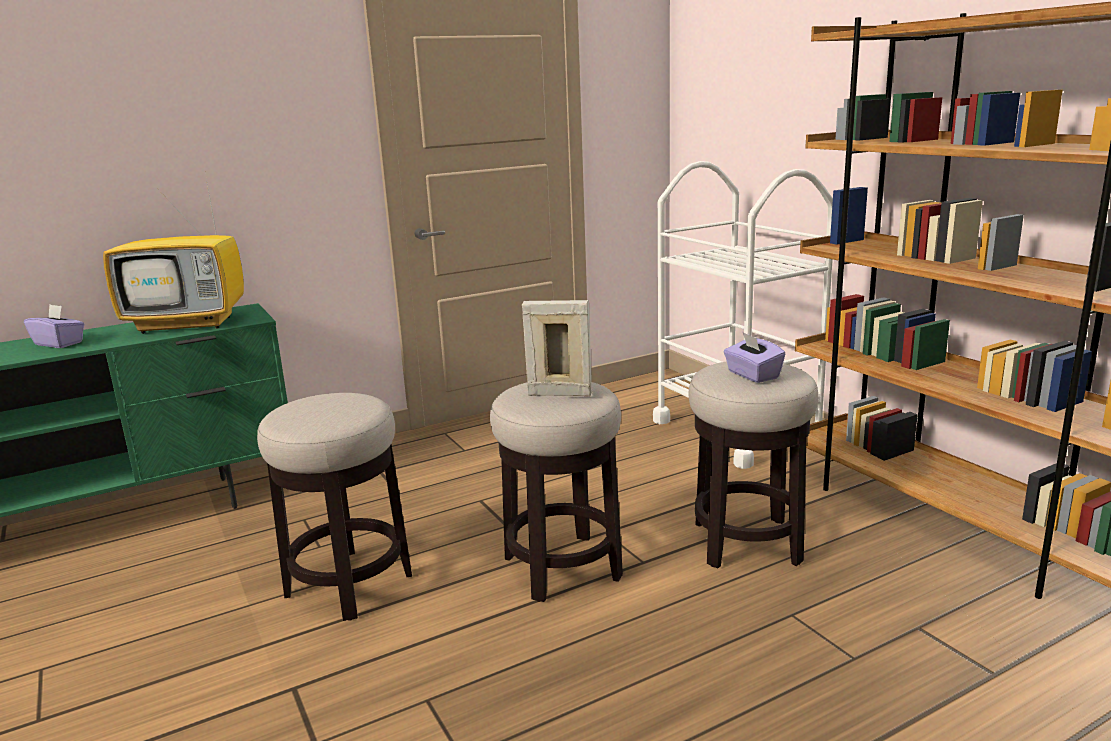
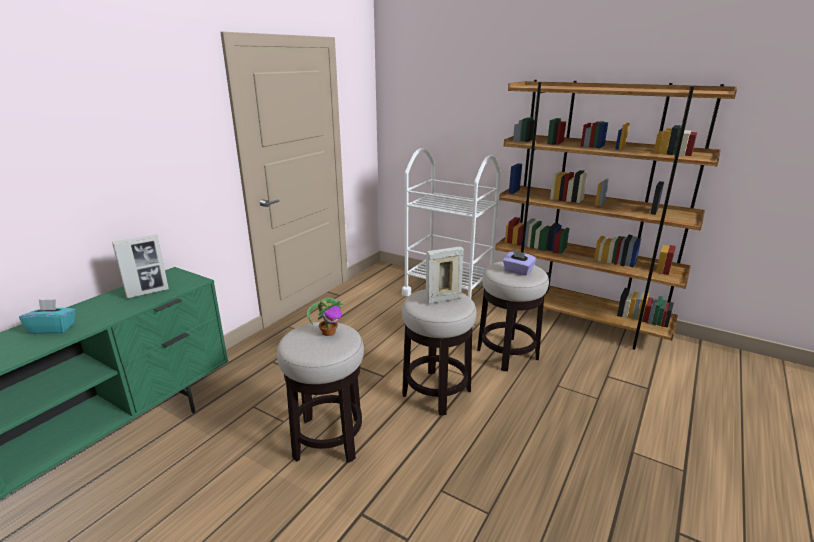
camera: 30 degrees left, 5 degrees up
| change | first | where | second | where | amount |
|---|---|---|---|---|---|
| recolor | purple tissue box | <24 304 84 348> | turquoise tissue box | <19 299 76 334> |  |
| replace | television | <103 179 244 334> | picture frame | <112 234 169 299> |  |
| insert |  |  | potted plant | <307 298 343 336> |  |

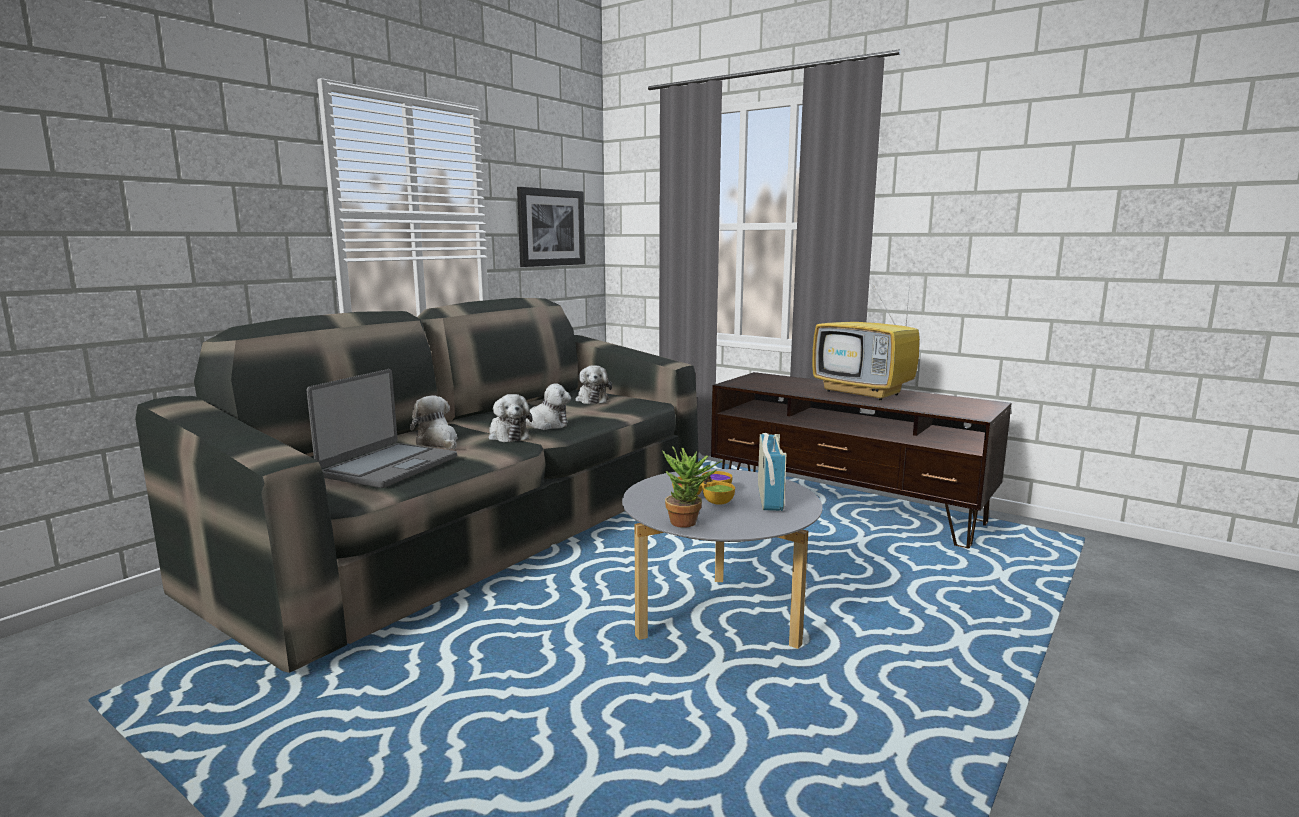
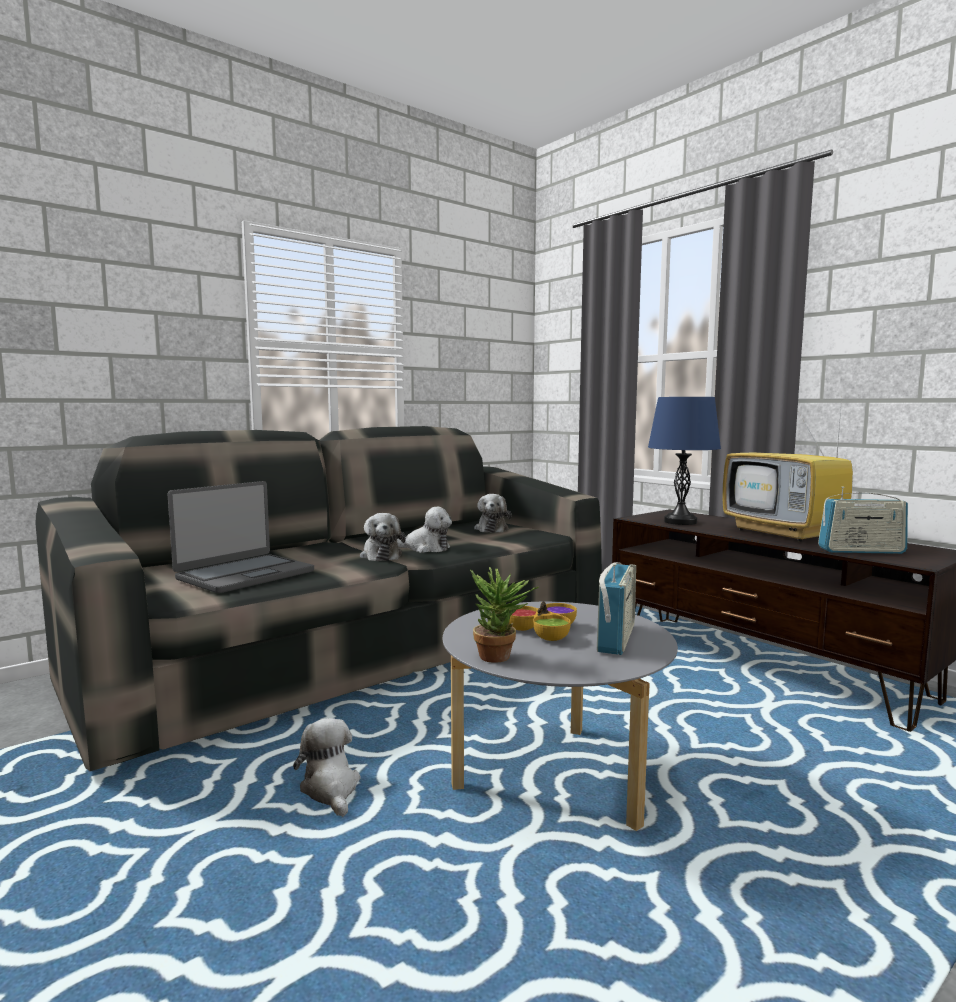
camera: 15 degrees right, 5 degrees down
| change | first | where | second | where | amount |
|---|---|---|---|---|---|
| move | plush toy | <410 395 457 449> |  | <293 718 361 817> |  |
| insert |  |  | blue table lamp | <648 397 721 525> |  |
| insert |  |  | radio | <818 487 908 554> |  |
| delete | picture | <517 187 585 267> |  |  |  |

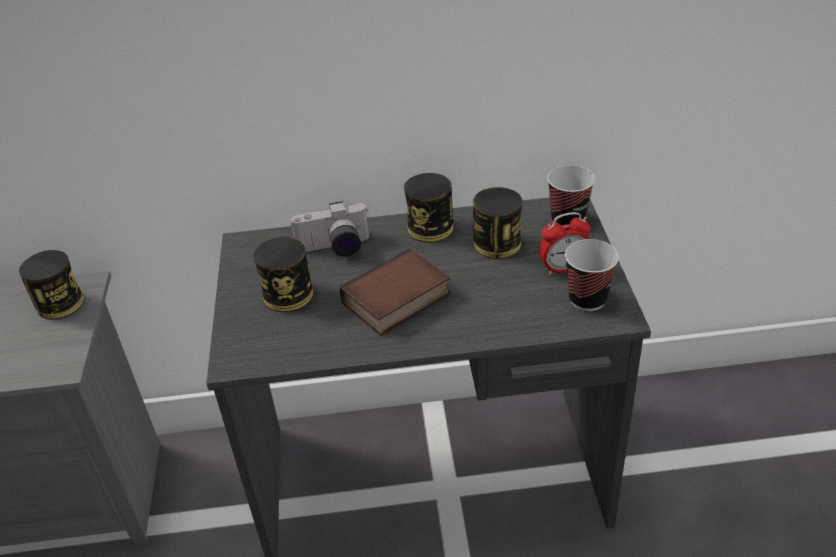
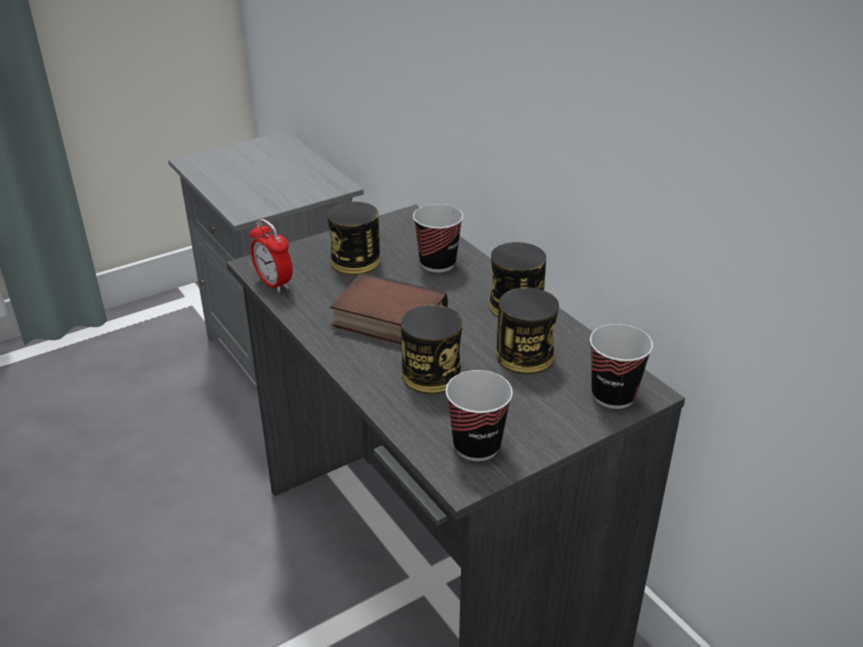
camera: 60 degrees right, 5 degrees down
| change | first | where | second | where | amount |
|---|---|---|---|---|---|
| move | alarm clock | <539 212 591 275> |  | <250 219 293 292> |  |
| move | can | <19 250 84 320> |  | <401 305 463 394> |  |
| replace | photo camera | <291 201 369 257> | cup | <413 204 463 272> |  |

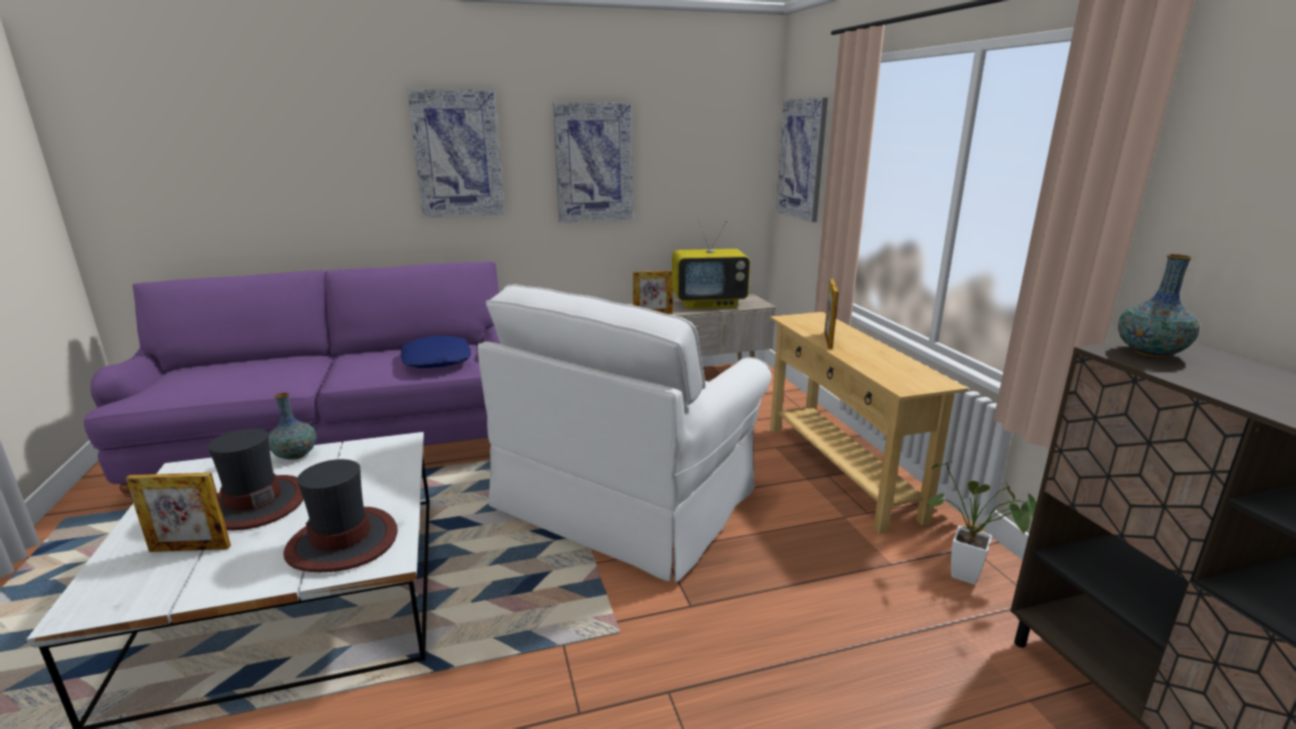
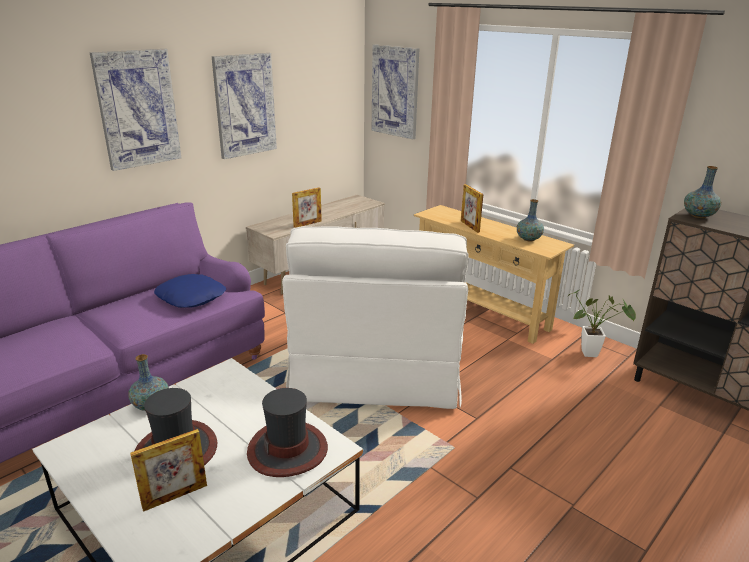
camera: 30 degrees left, 5 degrees up
| change | first | where | second | where | amount |
|---|---|---|---|---|---|
| insert |  |  | vase | <517 199 544 242> |  |
| delete | television | <672 220 750 309> |  |  |  |

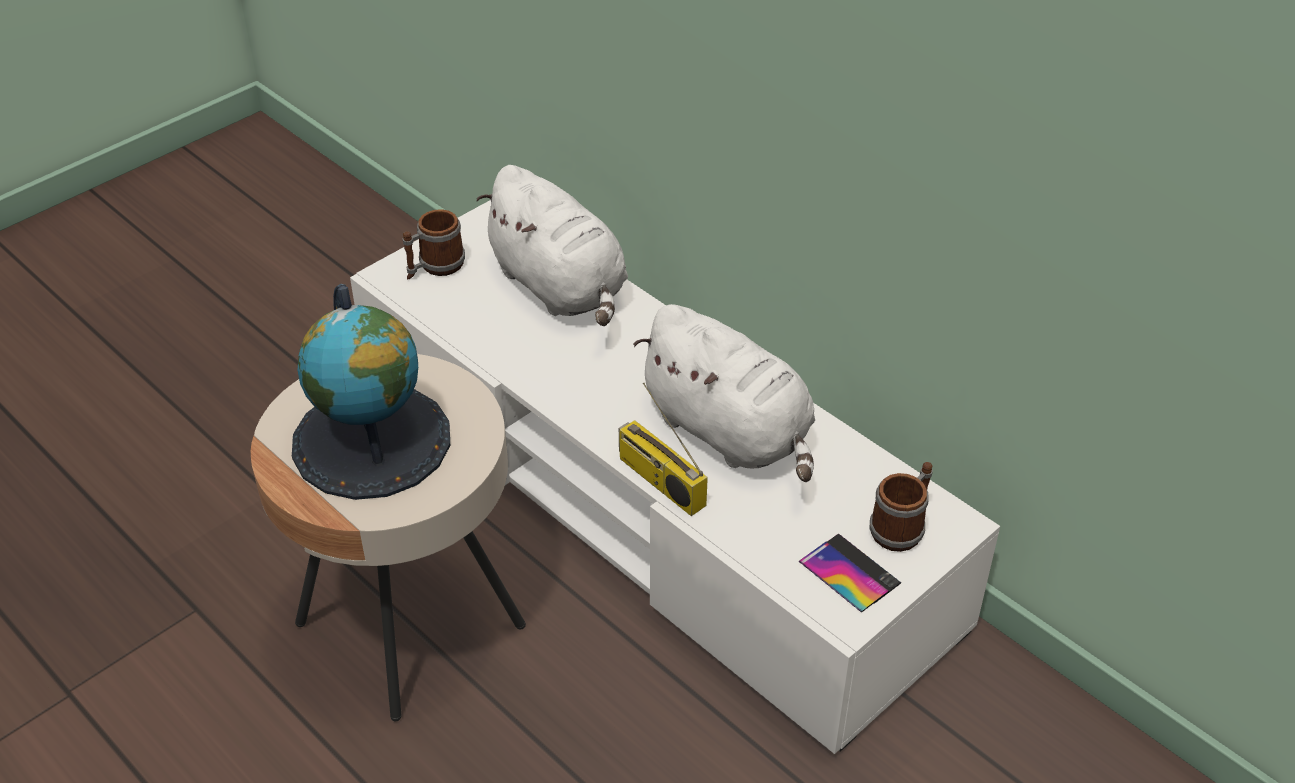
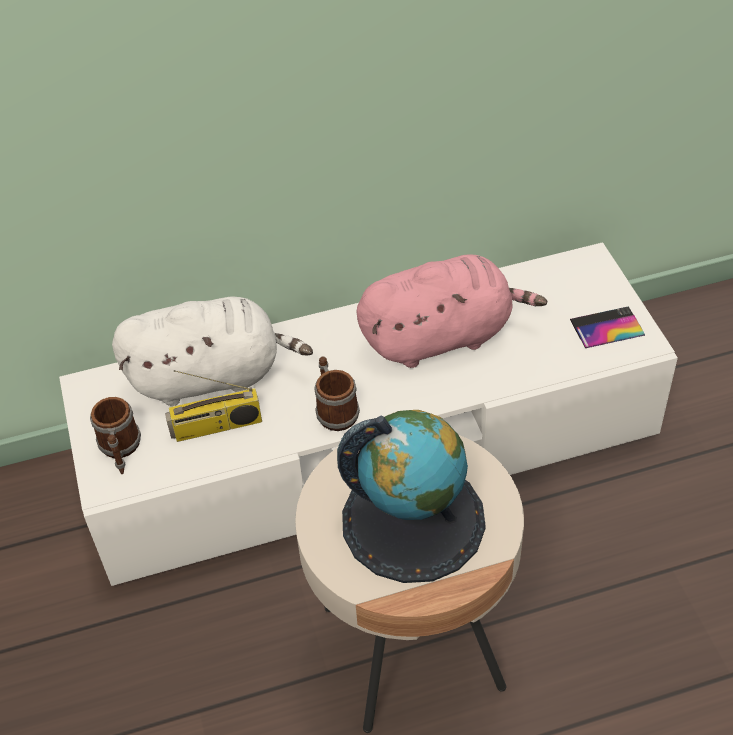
camera: 60 degrees left, 5 degrees up
| change | first | where | second | where | amount |
|---|---|---|---|---|---|
| move | radio | <619 383 708 516> |  | <165 370 262 442> |  |
| move | mug | <870 462 933 552> |  | <315 357 360 431> |  |
| recolor | white plush toy | <634 304 815 482> | pink plush toy | <356 255 547 368> |  |

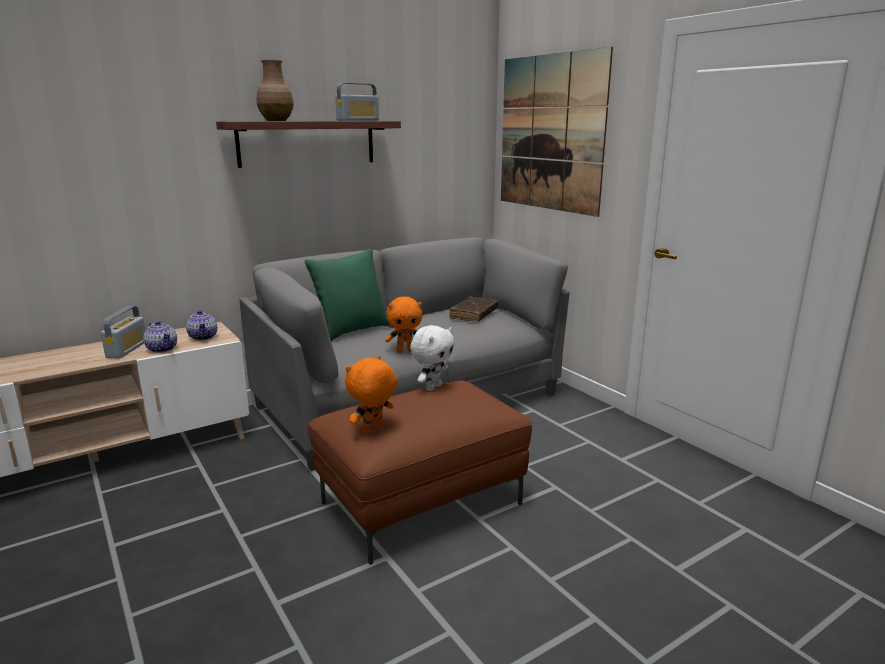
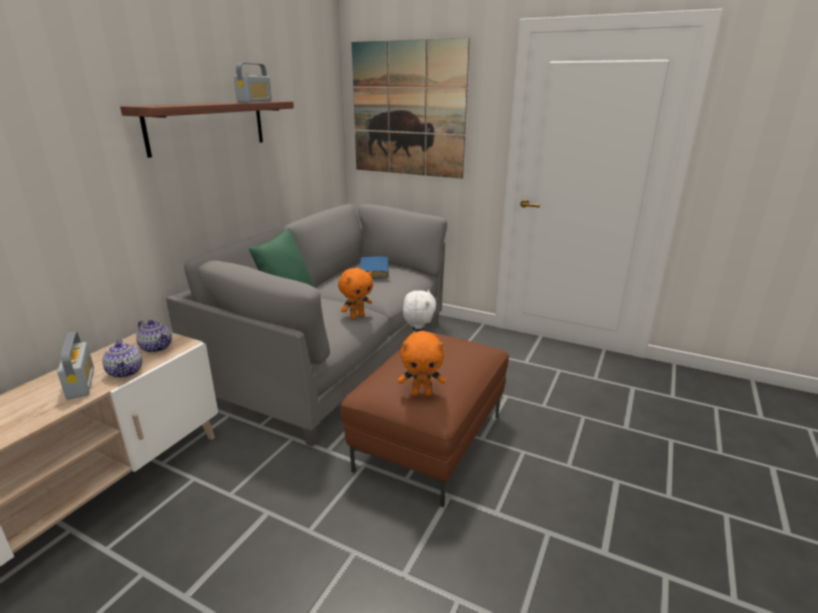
camera: 30 degrees left, 5 degrees up
| change | first | where | second | where | amount |
|---|---|---|---|---|---|
| rotate | teapot | <143 321 177 353> |  | <102 339 143 378> | 45 degrees clockwise |
| recolor | brown book | <449 297 498 322> | blue book | <359 256 389 279> |  |
| rotate | orange plush toy | <345 356 397 433> |  | <398 331 446 396> | 105 degrees counterclockwise |
| delete | brown vase | <257 60 294 121> |  |  |  |

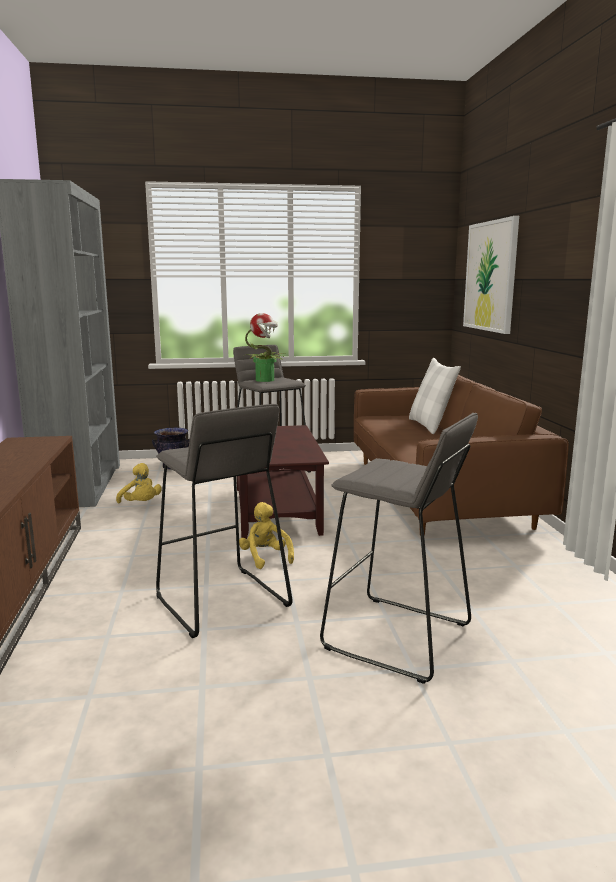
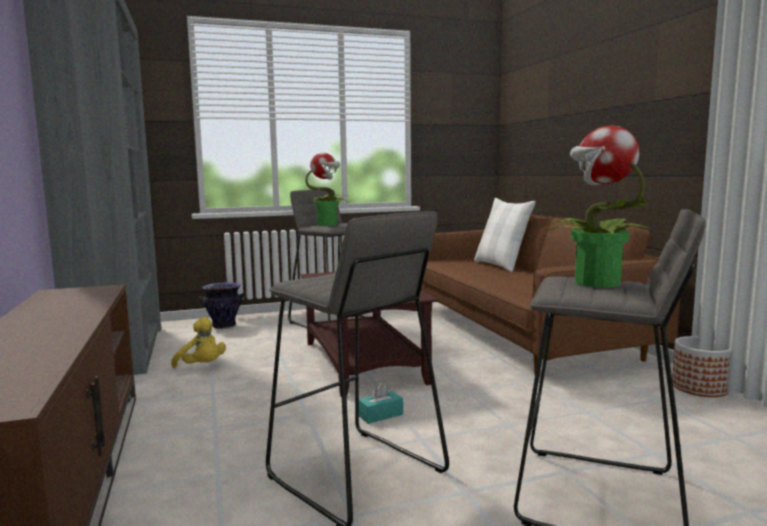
camera: 10 degrees left, 5 degrees down
| change | first | where | second | where | amount |
|---|---|---|---|---|---|
| replace | yellow plush toy | <239 502 294 569> | turquoise tissue box | <359 383 403 424> |  |
| insert |  |  | potted plant | <548 126 650 288> |  |
| insert |  |  | planter | <672 336 730 397> |  |
| delete | picture | <463 216 519 334> |  |  |  |

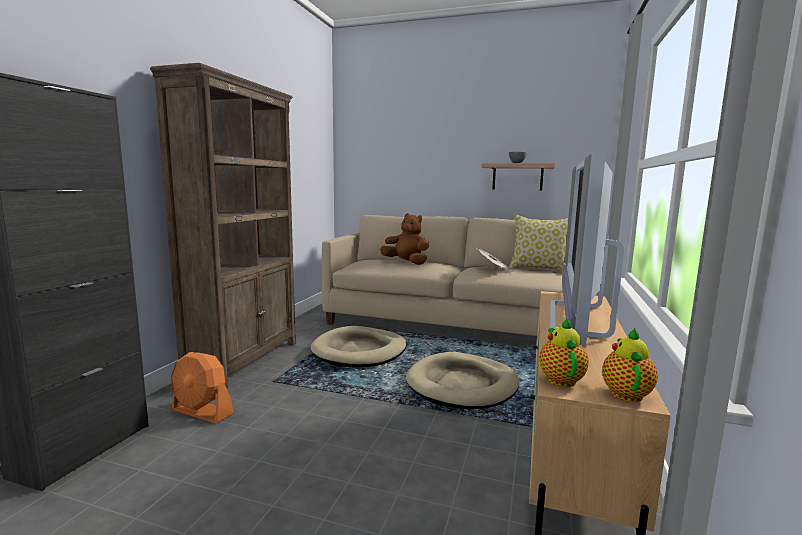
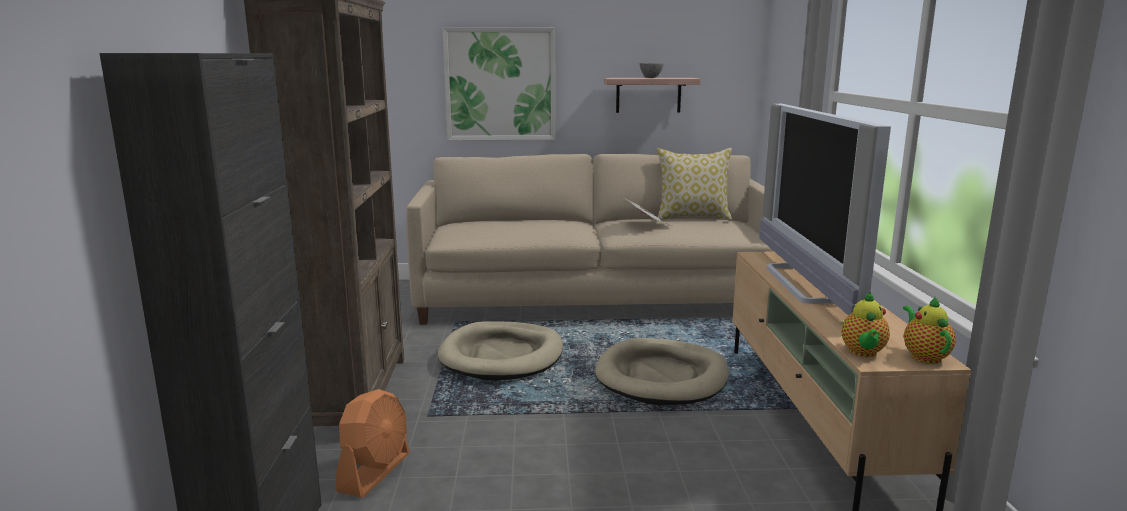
camera: 20 degrees left, 5 degrees up
| change | first | where | second | where | amount |
|---|---|---|---|---|---|
| rotate | orange fan | <171 352 234 424> |  | <336 389 410 498> | 75 degrees counterclockwise |
| insert |  |  | picture | <443 27 555 140> |  |
| rotate | teapot | <539 318 589 387> |  | <841 292 890 357> | 150 degrees counterclockwise |
| delete | brown plush toy | <380 213 429 265> |  |  |  |

